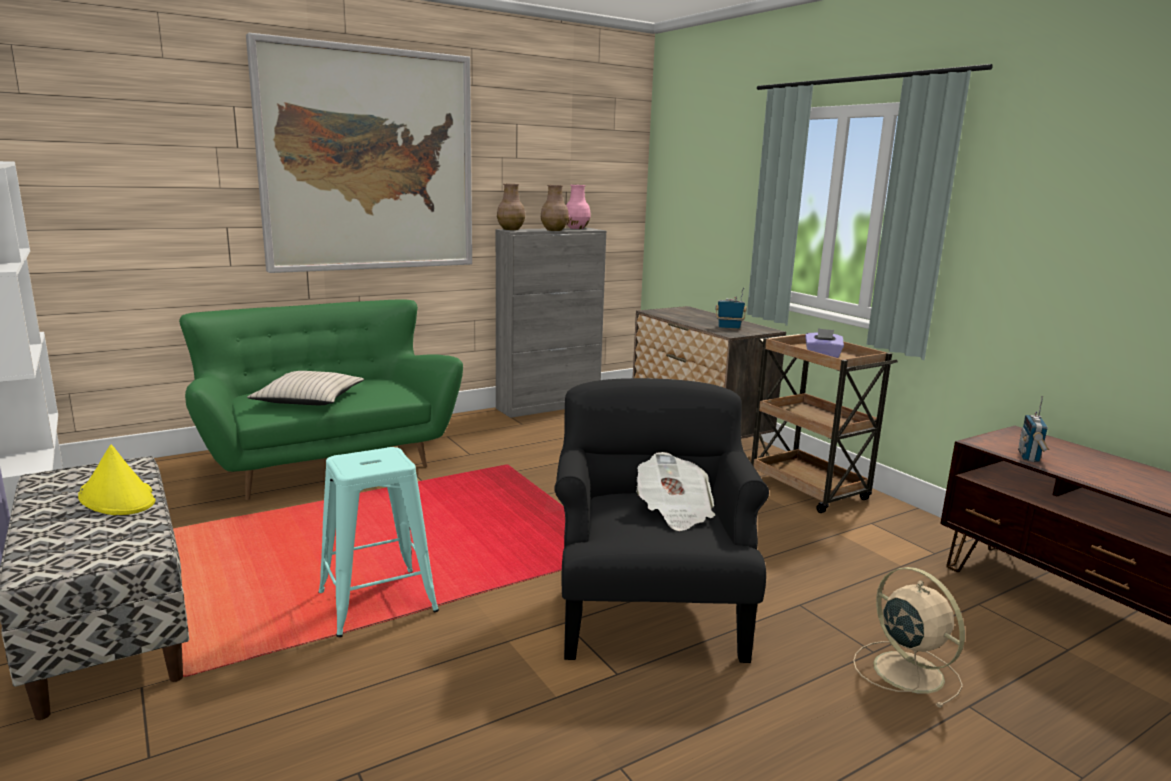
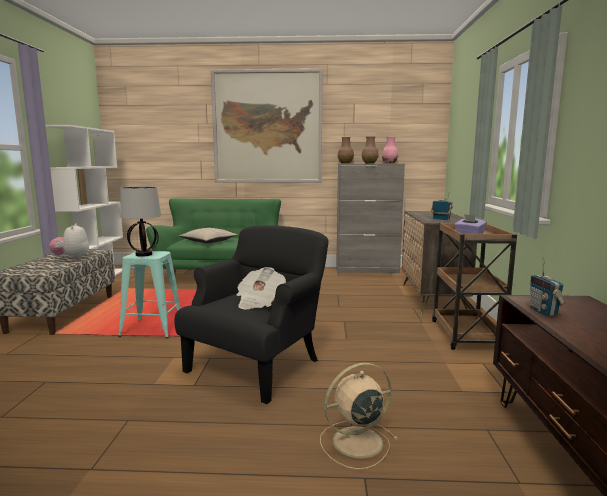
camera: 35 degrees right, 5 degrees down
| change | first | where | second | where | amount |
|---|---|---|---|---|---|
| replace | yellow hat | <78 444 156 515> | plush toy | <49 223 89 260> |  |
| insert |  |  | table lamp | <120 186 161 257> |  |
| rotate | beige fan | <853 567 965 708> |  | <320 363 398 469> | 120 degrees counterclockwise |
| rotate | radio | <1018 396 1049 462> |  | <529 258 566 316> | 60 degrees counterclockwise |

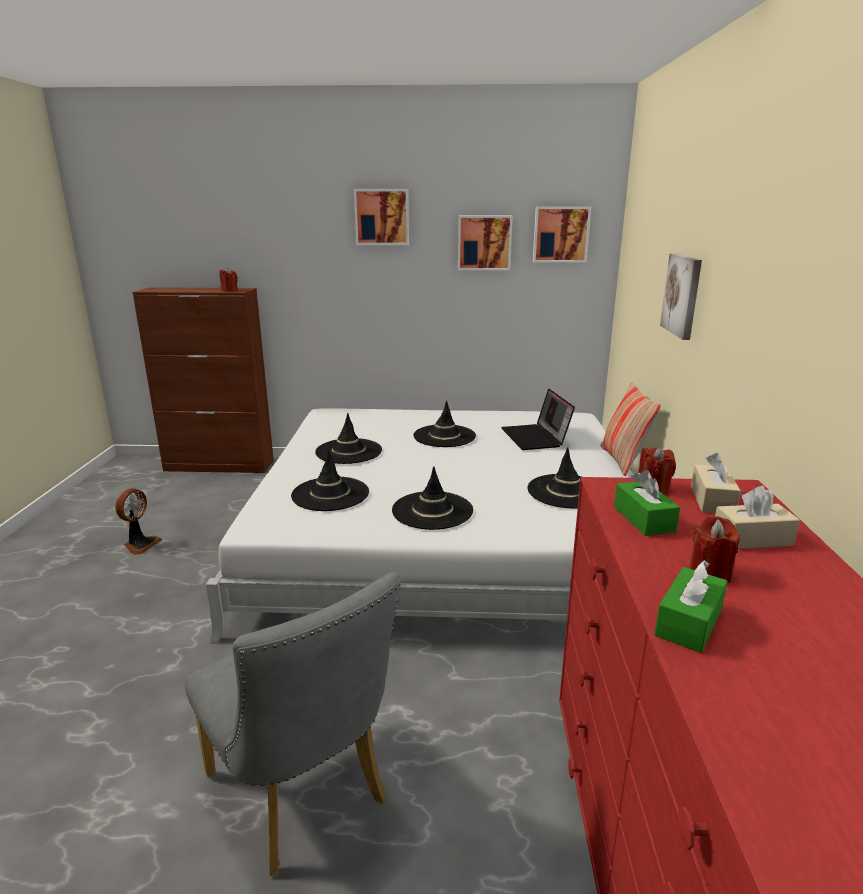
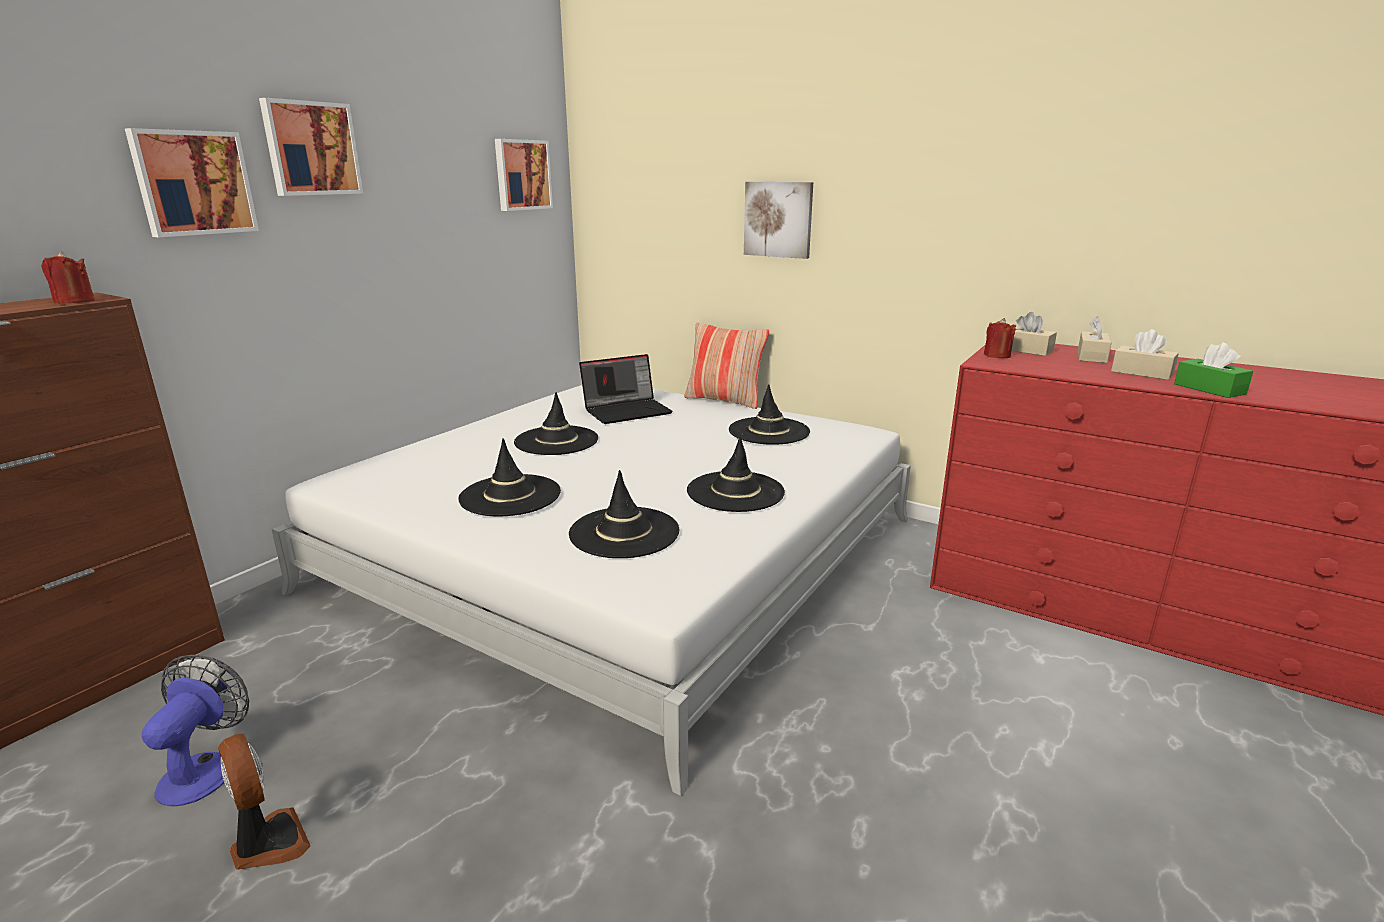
camera: 60 degrees left, 0 degrees up
| change | first | where | second | where | amount |
|---|---|---|---|---|---|
| move | picture | <458 215 513 271> |  | <125 128 259 237> |  |
| insert |  |  | fan | <141 655 249 806> |  |
| rotate | laptop | <501 389 575 450> |  | <579 354 673 424> | 45 degrees counterclockwise |
| replace | red candle | <689 516 740 583> | beige tissue box | <1111 329 1179 380> |  |
| delete | grey chair | <185 572 401 876> |  |  |  |
| delete | green tissue box | <614 470 680 536> |  |  |  |

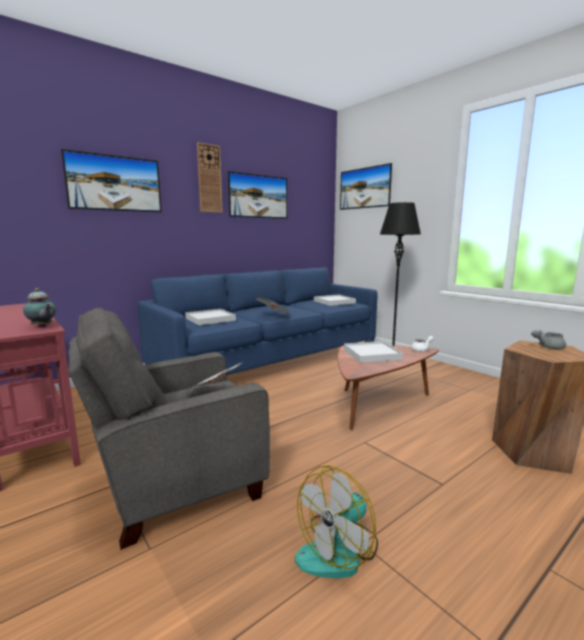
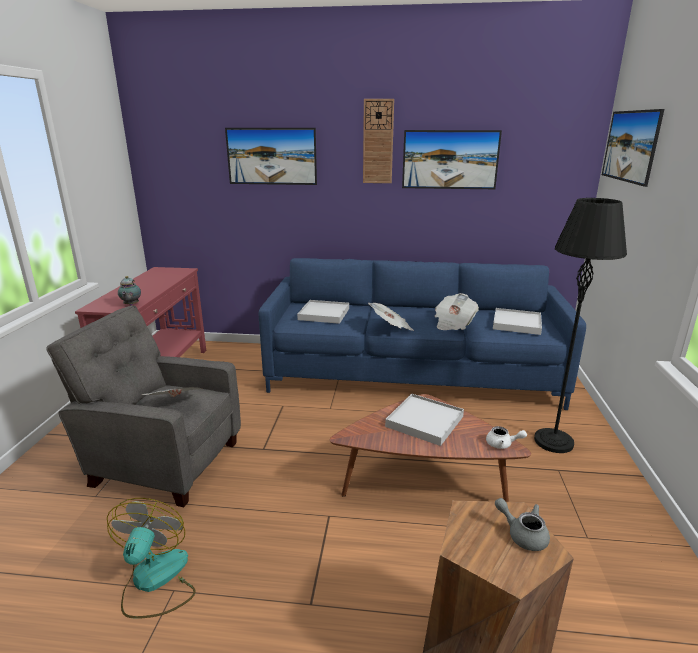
camera: 45 degrees right, 10 degrees up
| change | first | where | second | where | amount |
|---|---|---|---|---|---|
| rotate | fan | <295 465 378 578> |  | <107 498 195 619> | 90 degrees clockwise |
| insert |  |  | newspaper | <435 293 479 330> |  |

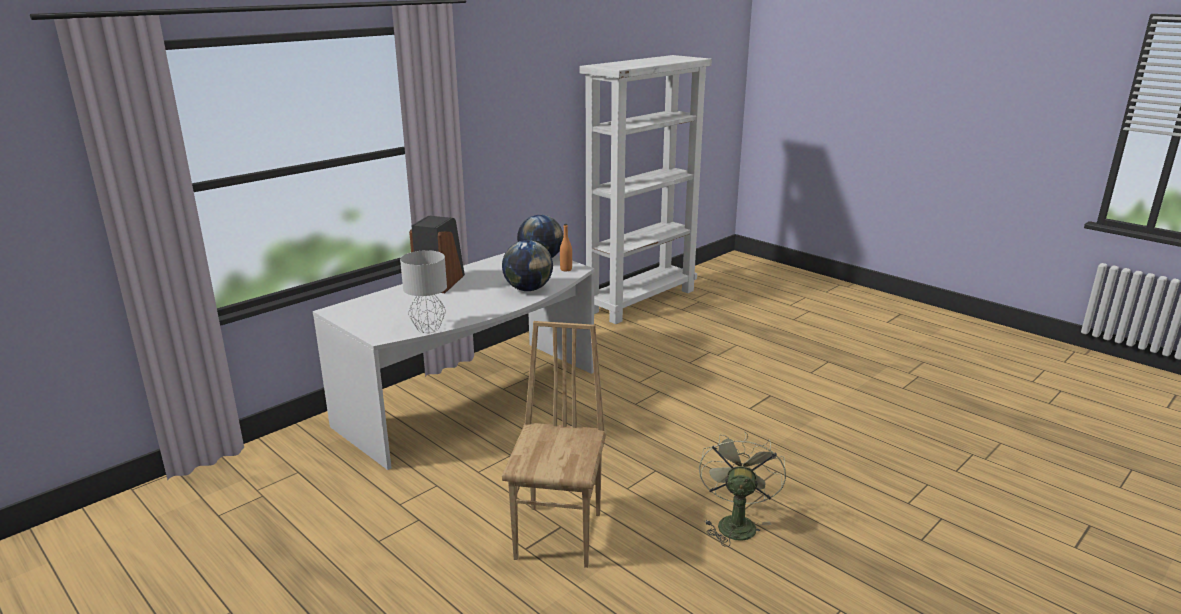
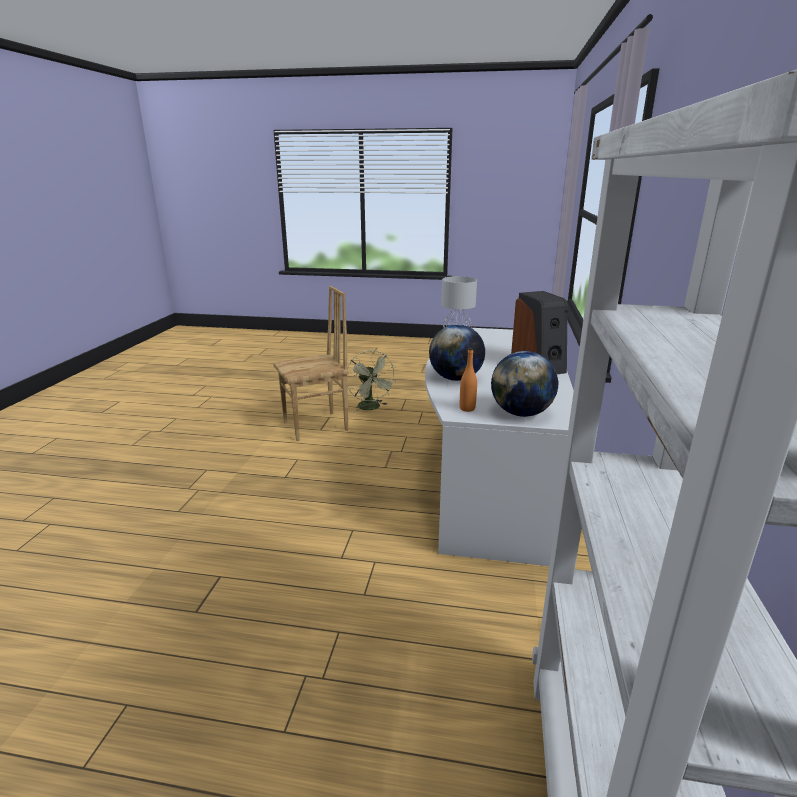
camera: 145 degrees right, 0 degrees up
| change | first | where | second | where | amount |
|---|---|---|---|---|---|
| rotate | brown chair | <502 321 607 568> |  | <273 286 349 441> | 90 degrees counterclockwise |
| move | green fan | <699 431 786 547> |  | <347 350 396 413> |  |

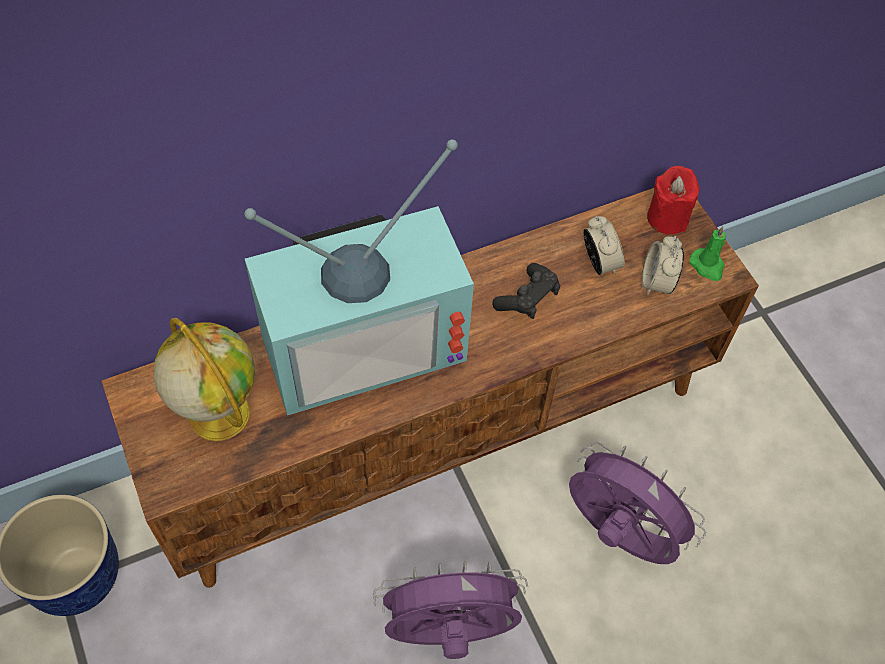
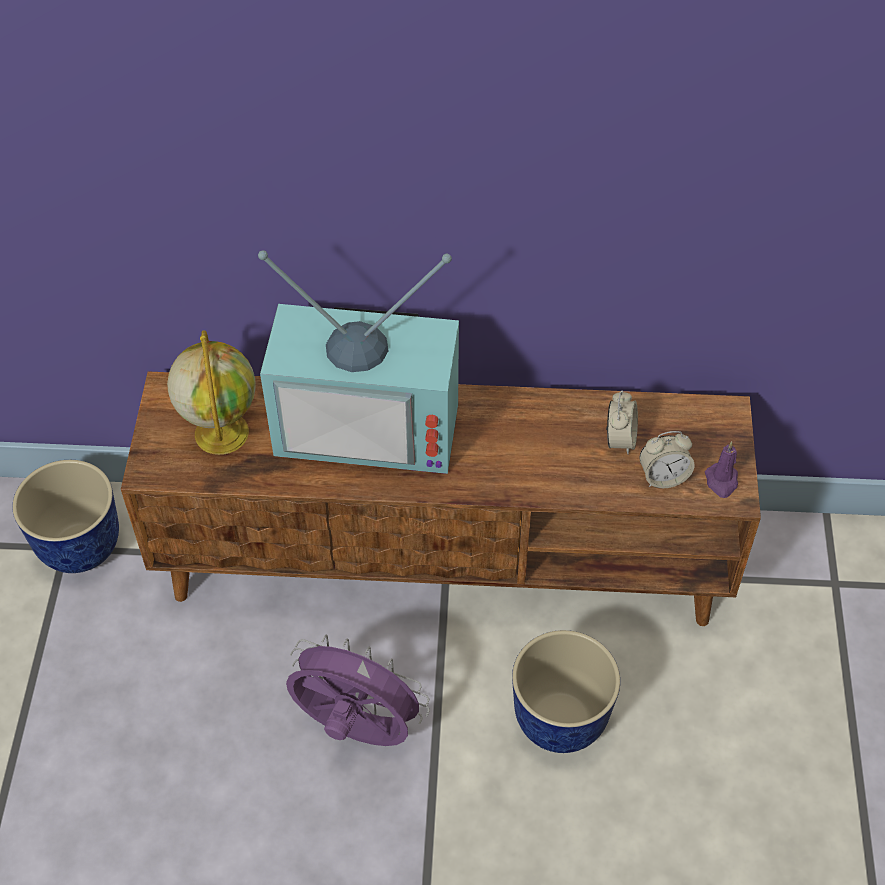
camera: 30 degrees right, 5 degrees down
| change | first | where | second | where | amount |
|---|---|---|---|---|---|
| replace | purple fan | <569 441 706 564> | planter | <512 630 620 753> |  |
| rotate | alarm clock | <642 236 684 295> |  | <640 431 694 488> | 135 degrees counterclockwise |
| recolor | green candle | <690 226 726 281> | purple candle | <705 441 738 498> |  |
| delete | black game controller | <492 263 560 319> |  |  |  |
| delete | red candle | <647 166 700 234> |  |  |  |

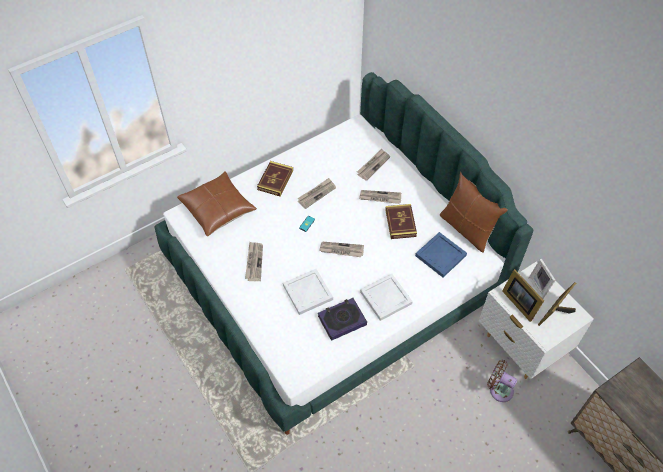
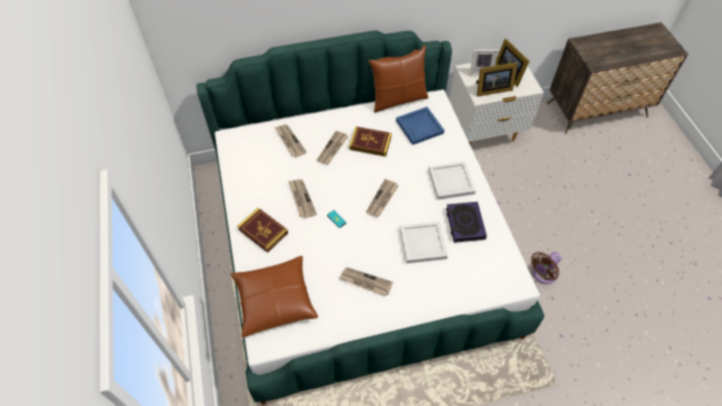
camera: 70 degrees left, 0 degrees up
| change | first | where | second | where | amount |
|---|---|---|---|---|---|
| move | brown fan | <487 360 517 402> |  | <531 252 561 284> |  |

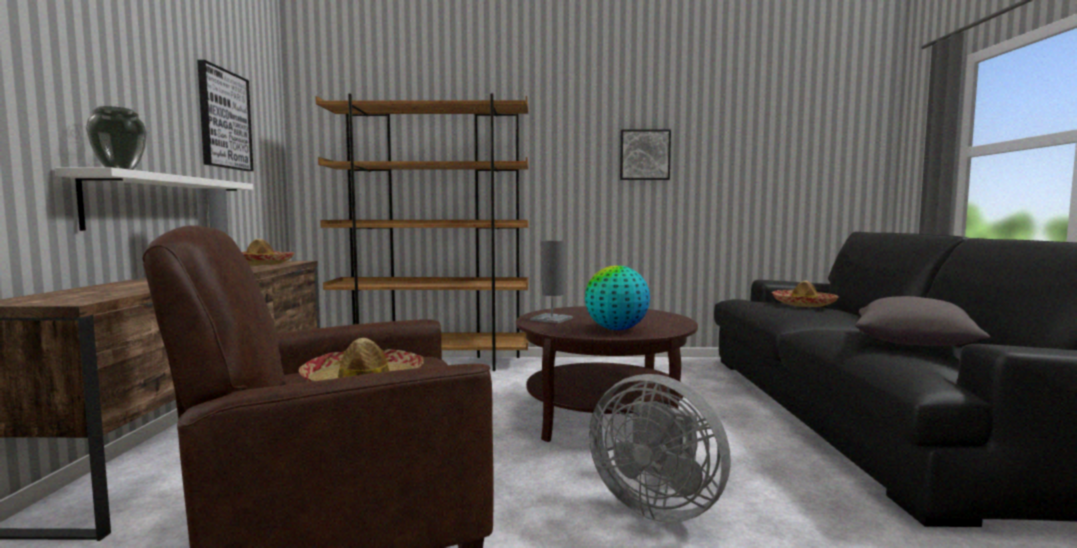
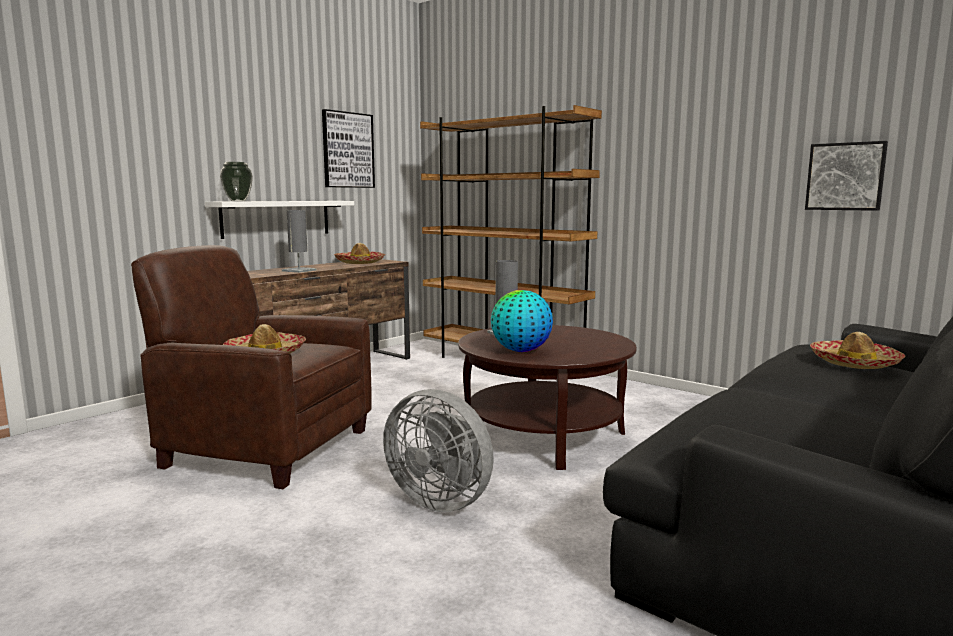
camera: 40 degrees right, 5 degrees up
| change | first | where | second | where | amount |
|---|---|---|---|---|---|
| rotate | grey fan | <589 374 731 523> |  | <383 389 494 512> | 45 degrees counterclockwise |
| move | picture | <620 129 671 180> |  | <805 141 888 211> |  |
| delete | grey pillow | <855 296 990 346> |  |  |  |

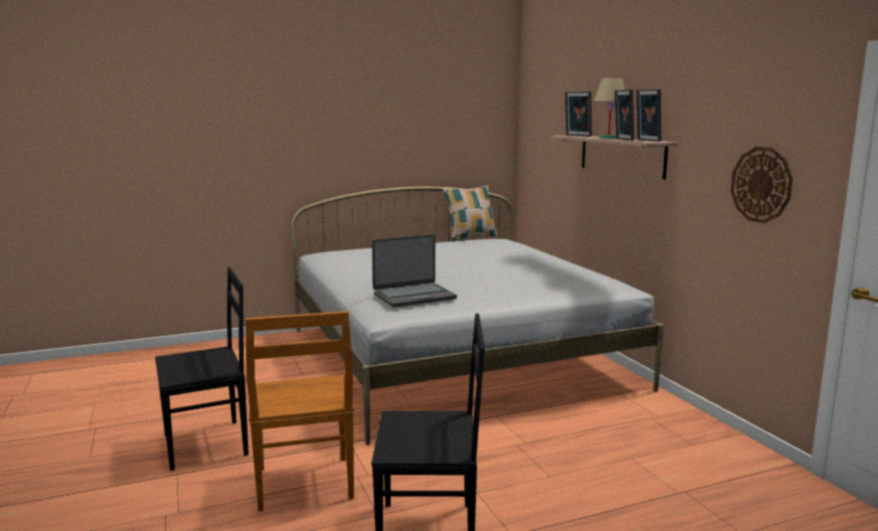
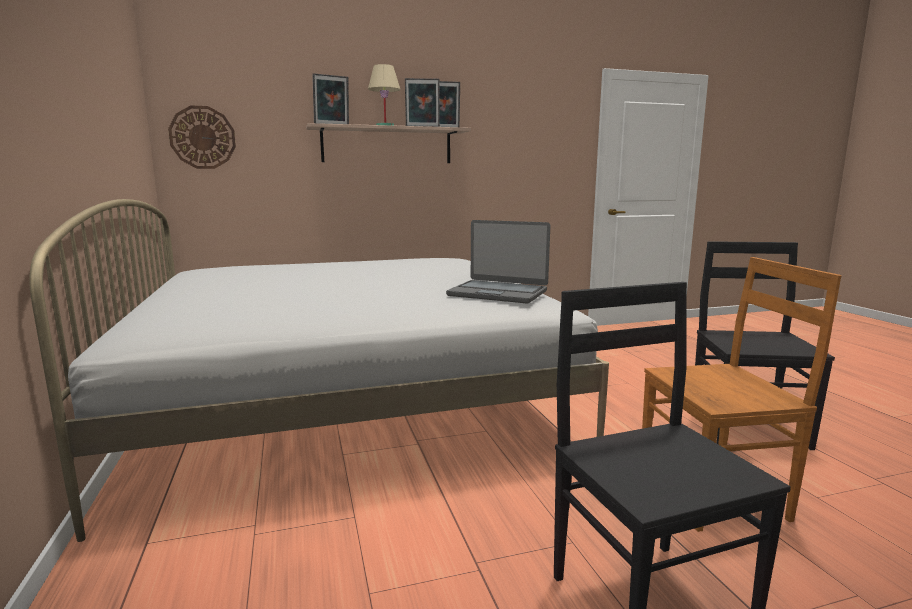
camera: 85 degrees left, 0 degrees up
| change | first | where | second | where | amount |
|---|---|---|---|---|---|
| move | wall clock | <731 147 793 223> |  | <168 105 236 169> |  |
| rotate | laptop | <372 234 457 307> |  | <446 220 550 303> | 135 degrees clockwise |
| delete | pillow | <443 185 498 242> |  |  |  |

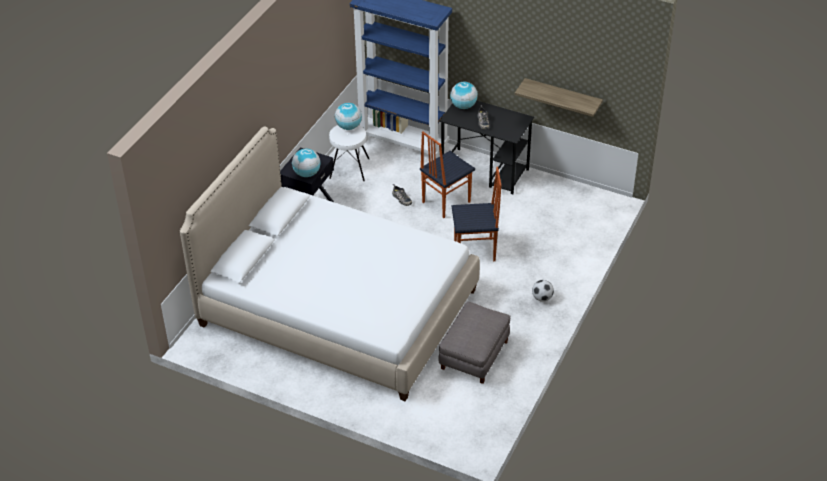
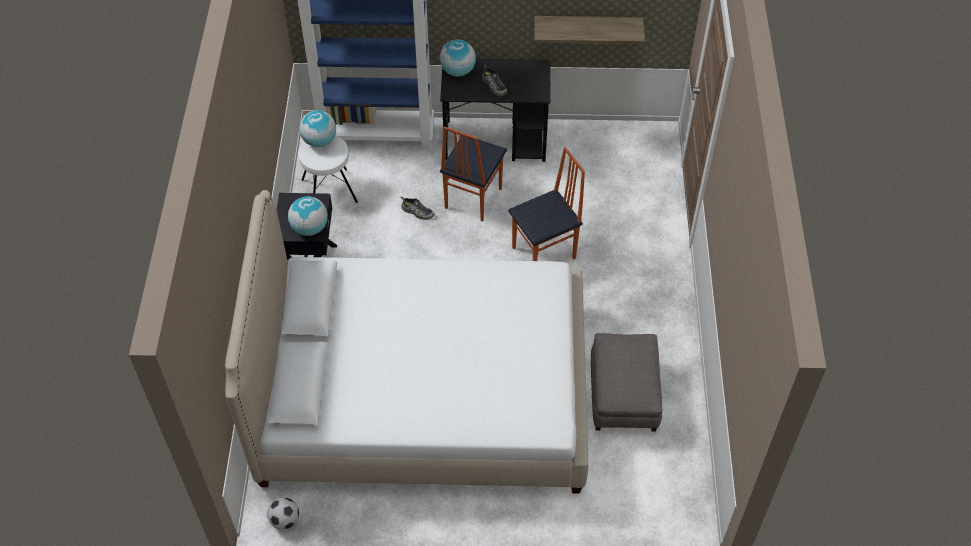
camera: 25 degrees left, 10 degrees up
| change | first | where | second | where | amount |
|---|---|---|---|---|---|
| move | football | <532 280 554 302> |  | <267 498 299 530> |  |

